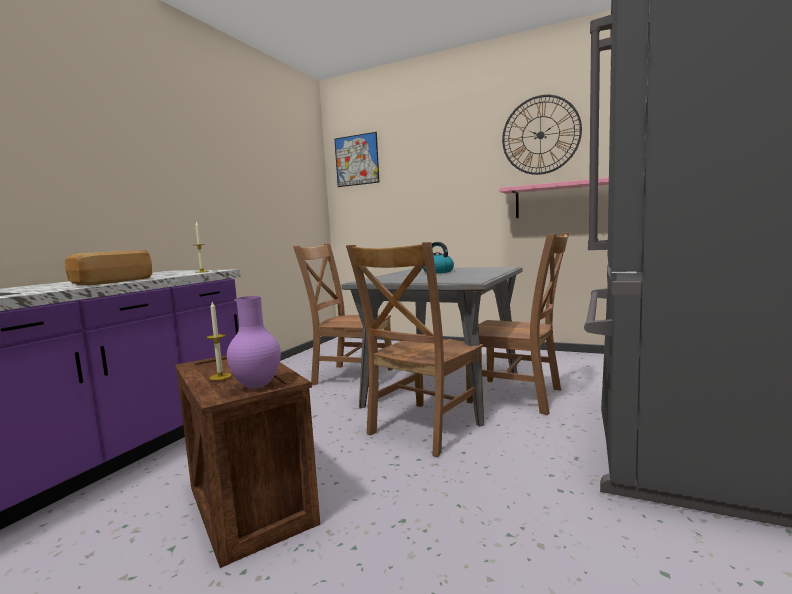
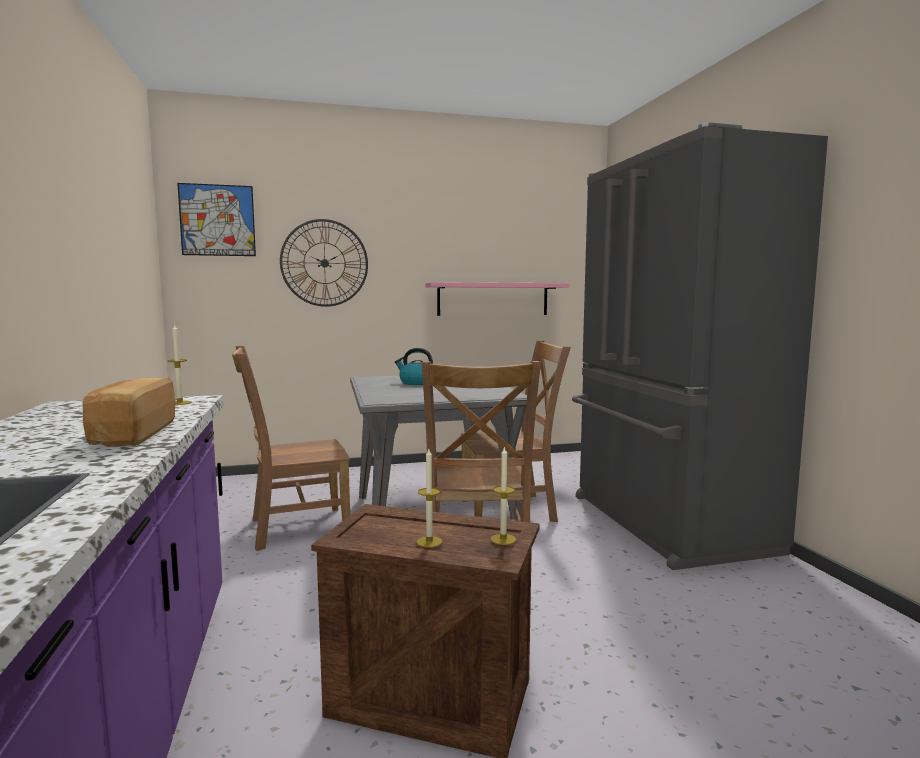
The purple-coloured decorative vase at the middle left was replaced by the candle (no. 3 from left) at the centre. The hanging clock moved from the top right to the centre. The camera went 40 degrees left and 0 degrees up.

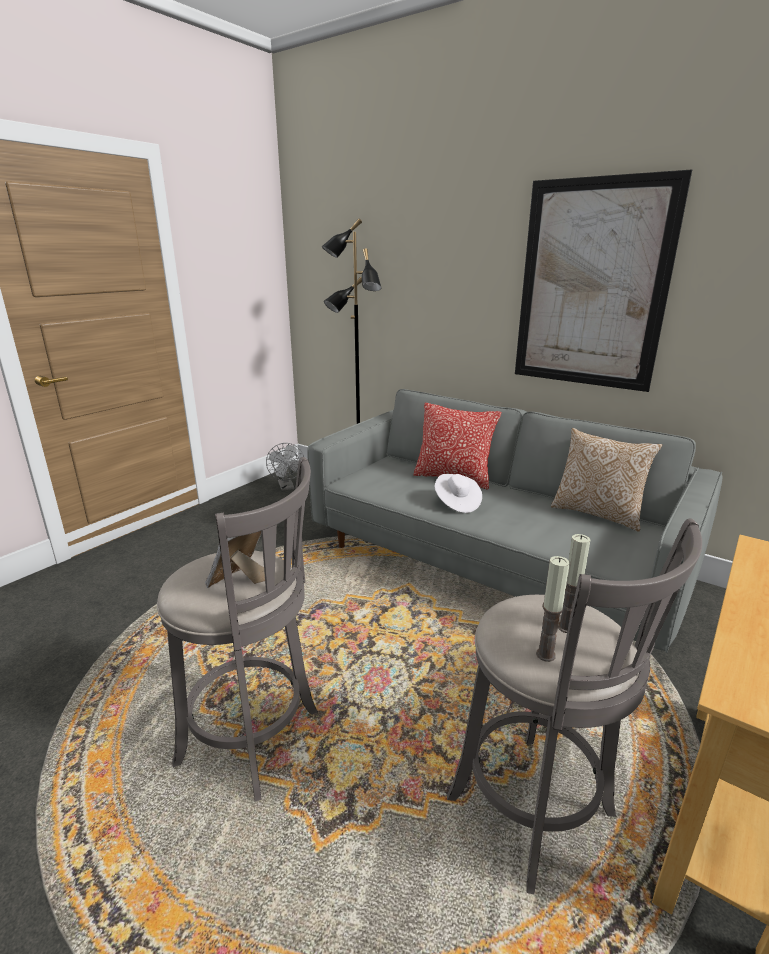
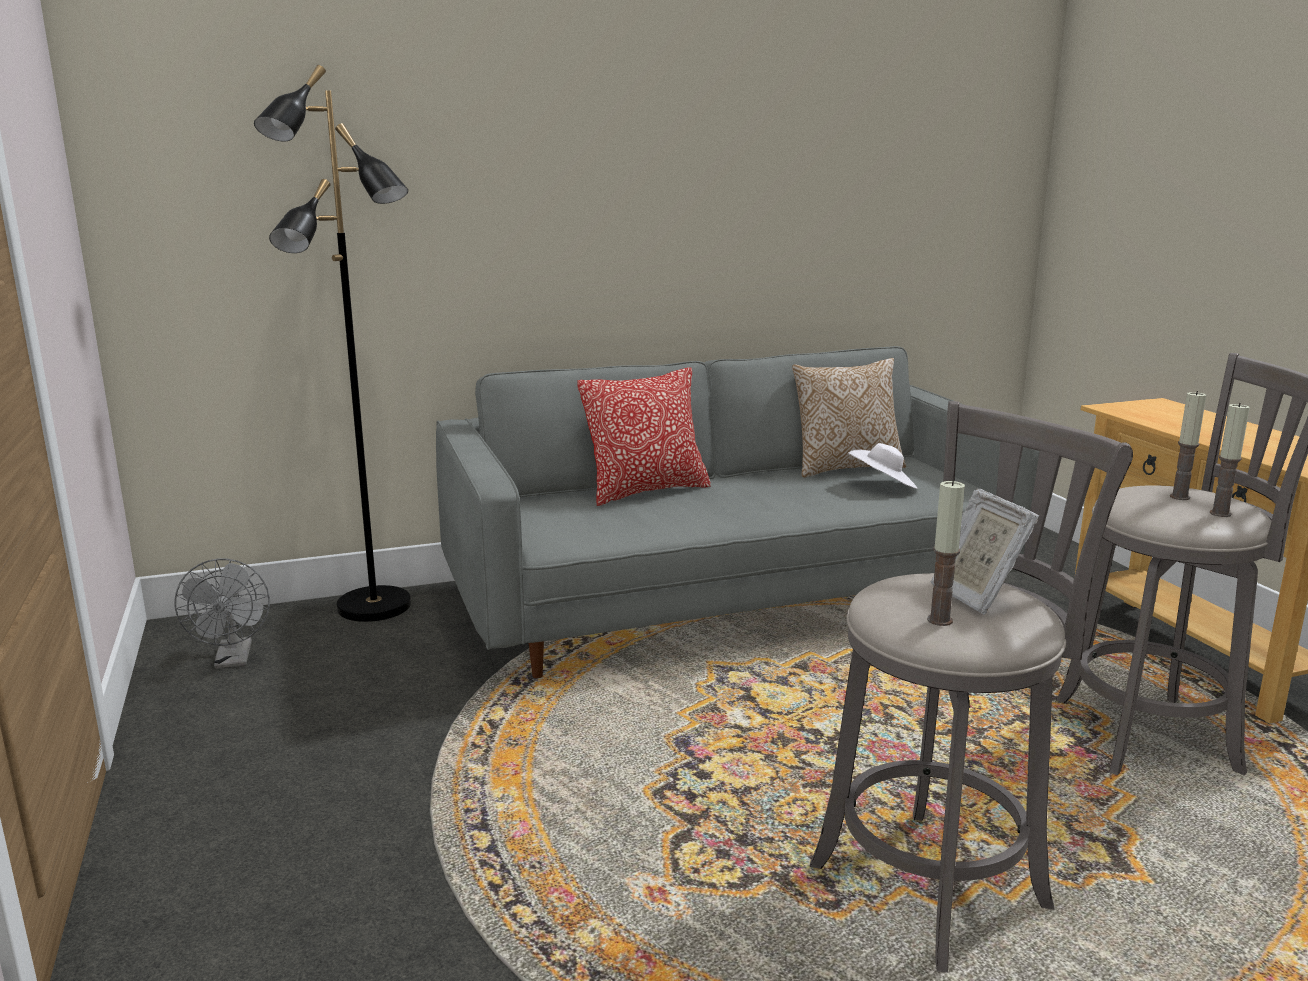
The gray fan at the centre turned 60 degrees clockwise. The white wearable hat moved from the centre to the middle right. The wall art at the top right disappeared. The candle (no. 1 from left) at the middle right appeared. The camera went 55 degrees left and 5 degrees down.

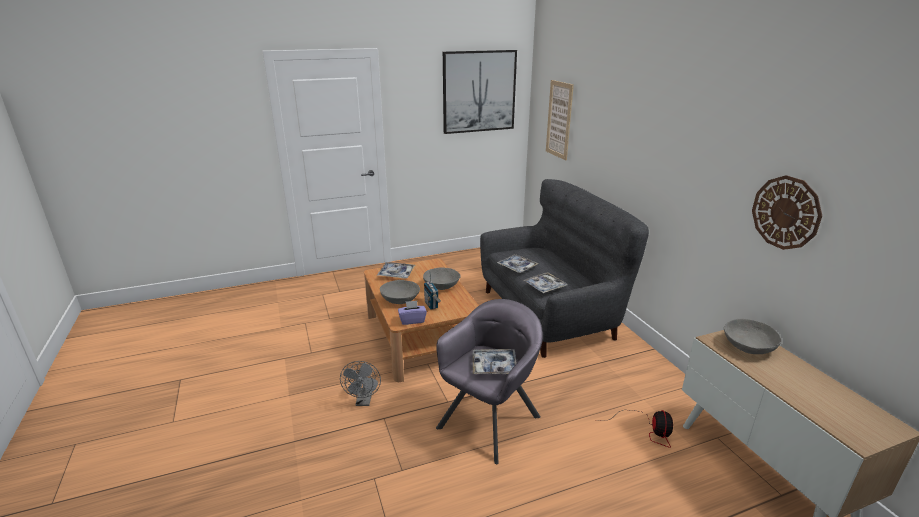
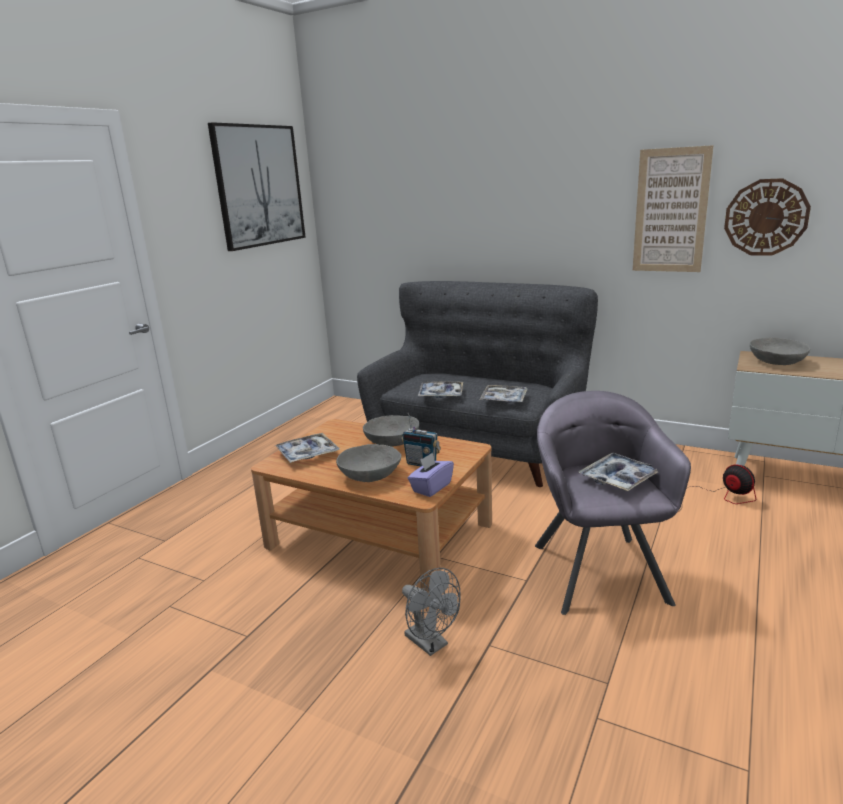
The wall art (no. 2 from left) moved from the top centre to the top right. The camera went 40 degrees left and 5 degrees down.

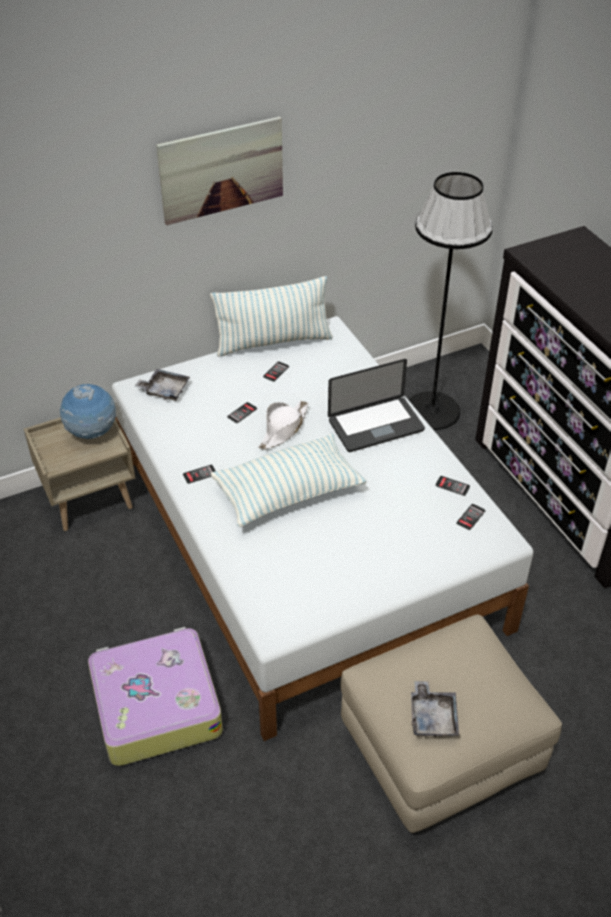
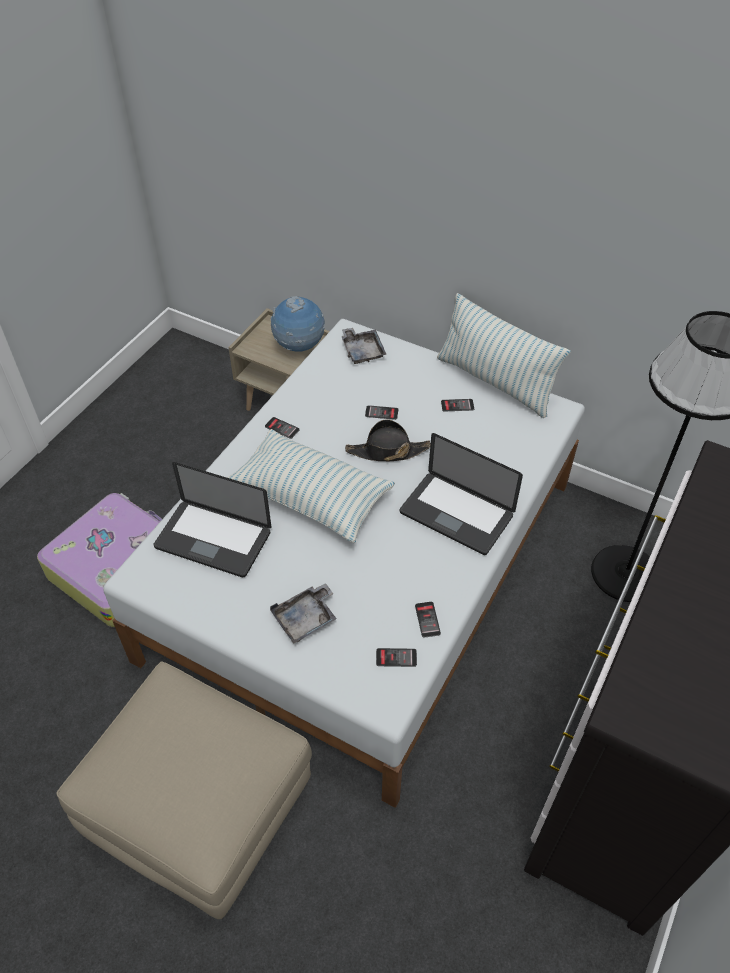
The wall art at the top centre disappeared. The white wearable hat at the centre became the black-coloured wearable hat at the centre. The gray serving tray (no. 2 from left in the first image) moved from the bottom right to the centre. The notebook computer (no. 1 from left) at the middle left appeared. The camera went 55 degrees right and 5 degrees up.

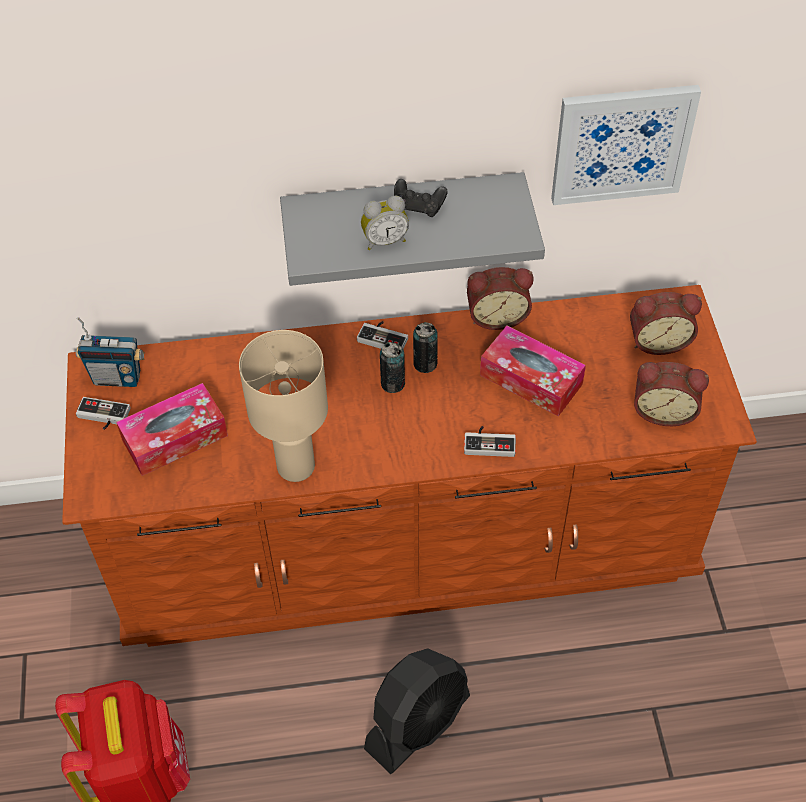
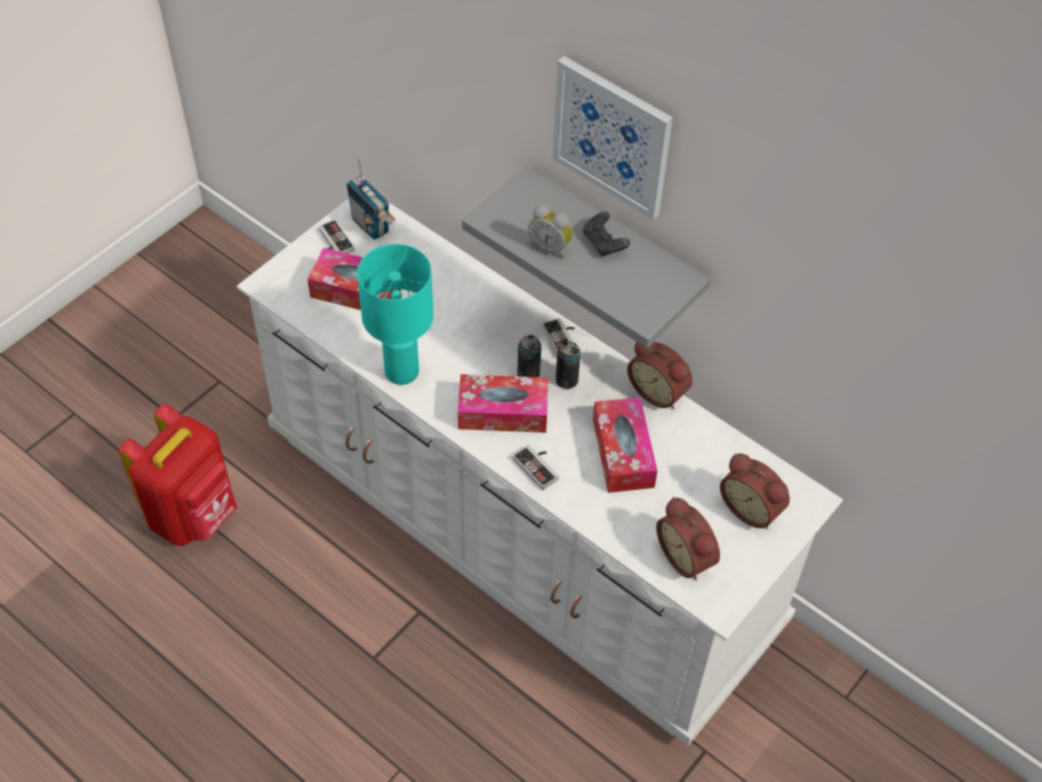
The brown-coloured drawer chest at the centre became the white drawer chest at the centre. The sand-coloured lamp for a table at the centre became the turquoise lamp for a table at the centre. The black-coloured fan at the bottom centre disappeared. The wall art moved from the top right to the top centre. The tissue holder (no. 2 from left) at the centre appeared. The camera went 45 degrees right and 0 degrees up.

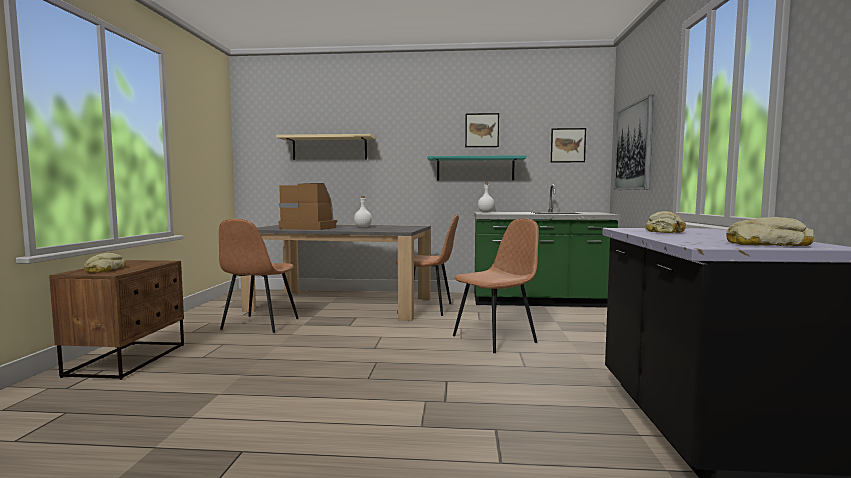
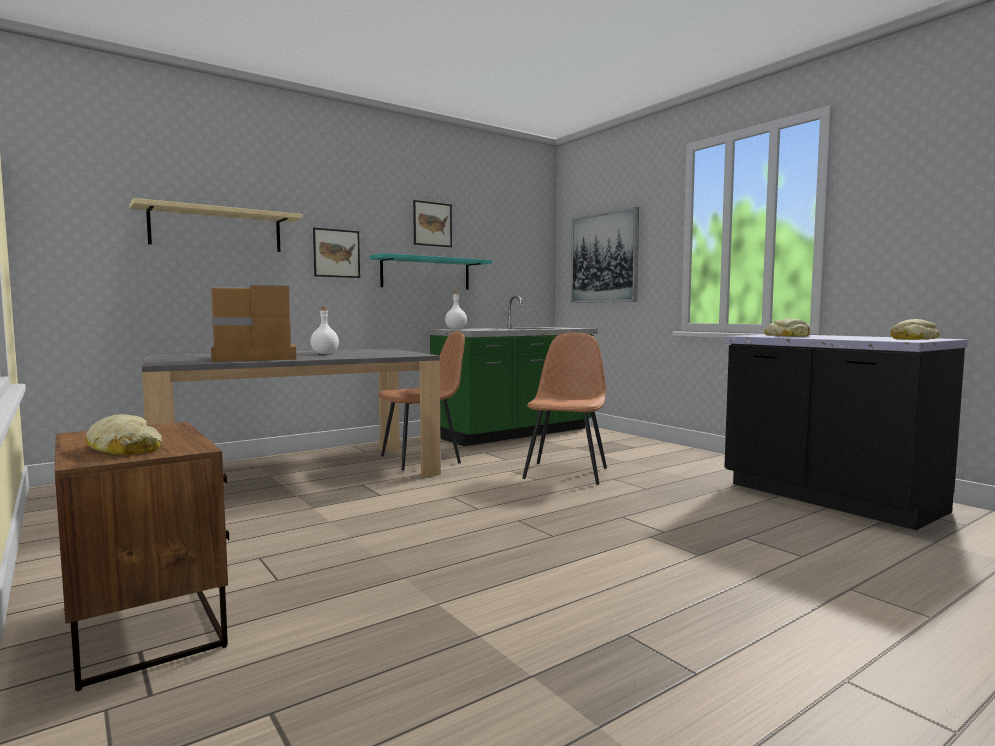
The brown-coloured chair (no. 1 from left) at the middle left disappeared. The wall art (no. 2 from left in the first image) moved from the top right to the centre. The camera went 40 degrees left and 0 degrees up.

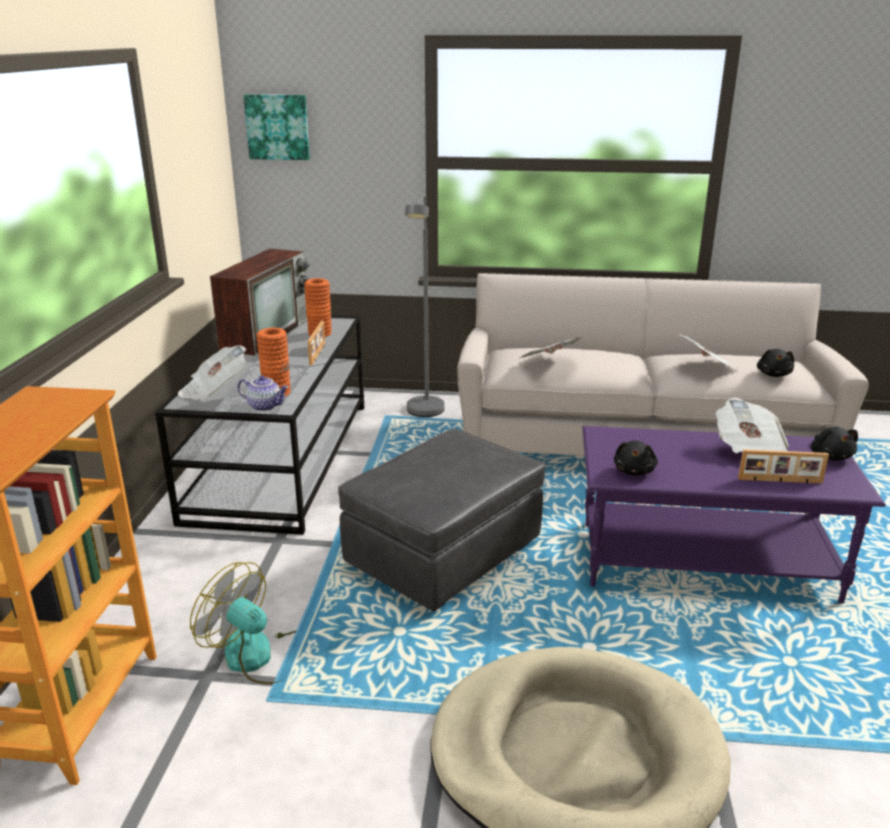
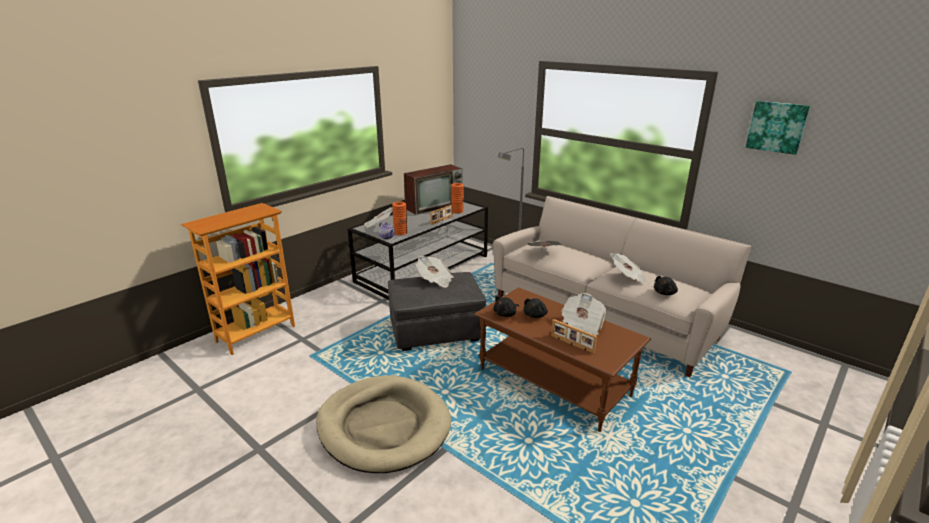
The fan at the bottom left disappeared. The wall art moved from the top left to the top right. The purple-coloured low table at the middle right became the brown-coloured low table at the bottom centre. The black-coloured plush toy (no. 3 from left in the first image) moved from the middle right to the centre. The daily paper (no. 2 from left) at the centre appeared. The camera went 35 degrees right and 0 degrees up.

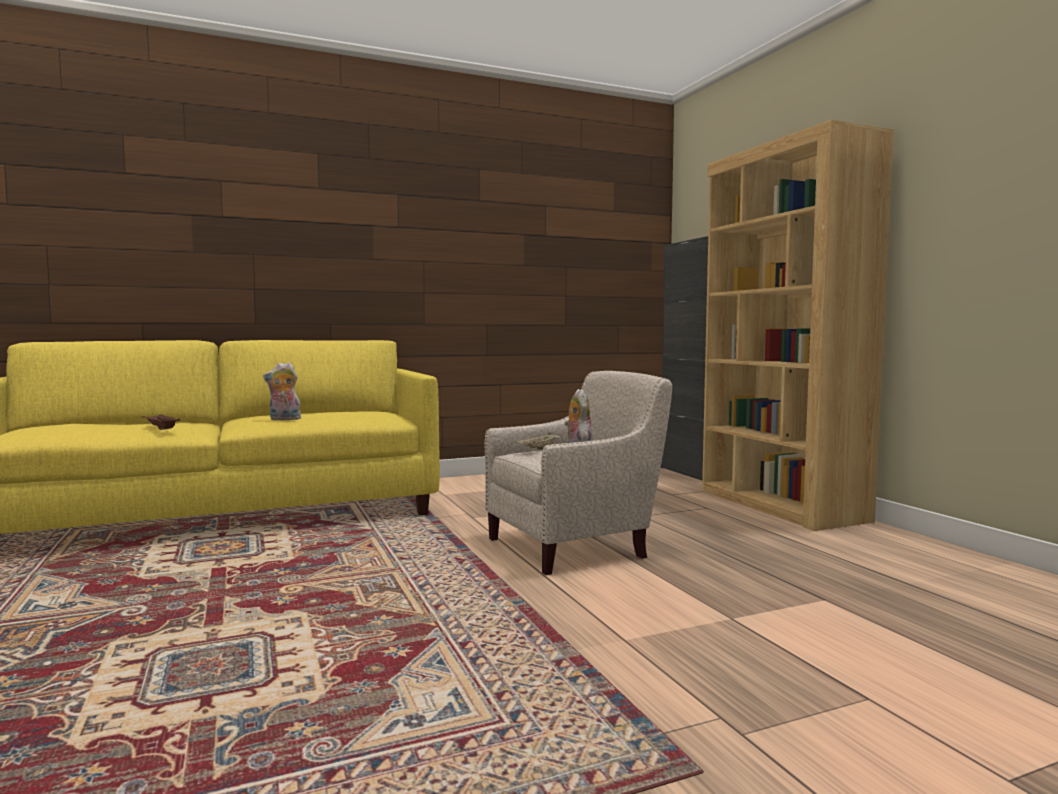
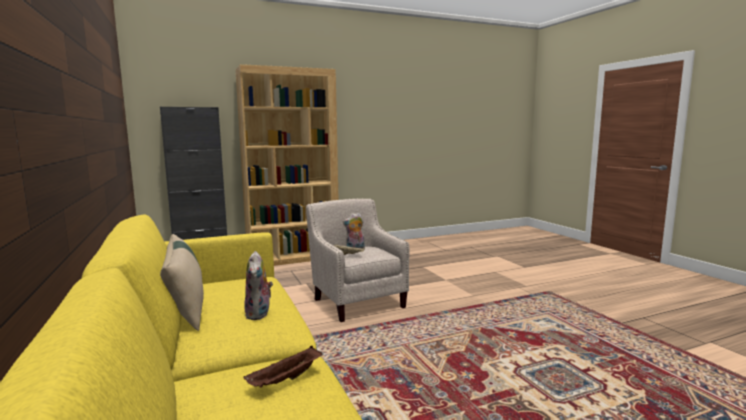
The sand-coloured throw pillow at the bottom left appeared. The camera went 90 degrees left and 5 degrees up.

